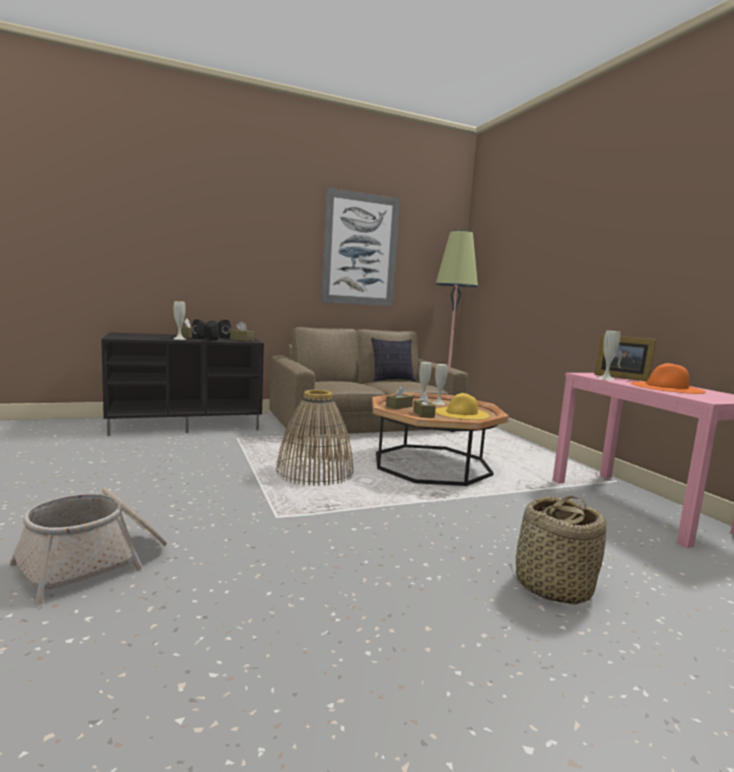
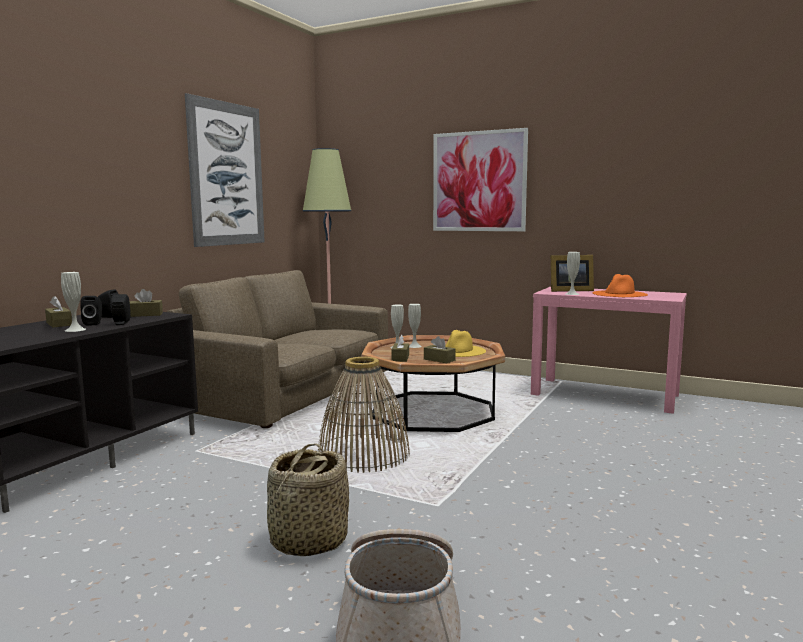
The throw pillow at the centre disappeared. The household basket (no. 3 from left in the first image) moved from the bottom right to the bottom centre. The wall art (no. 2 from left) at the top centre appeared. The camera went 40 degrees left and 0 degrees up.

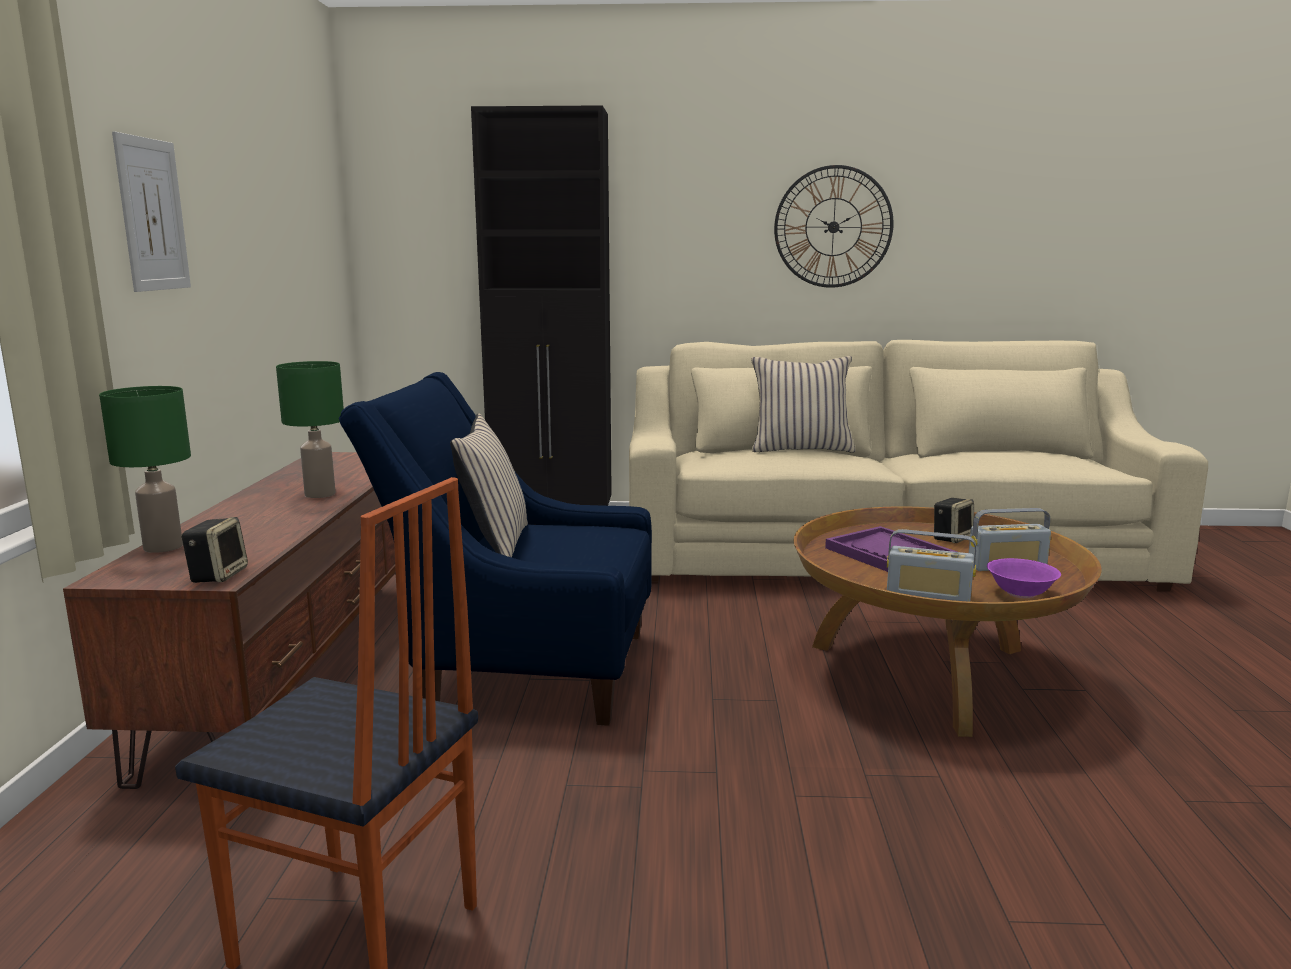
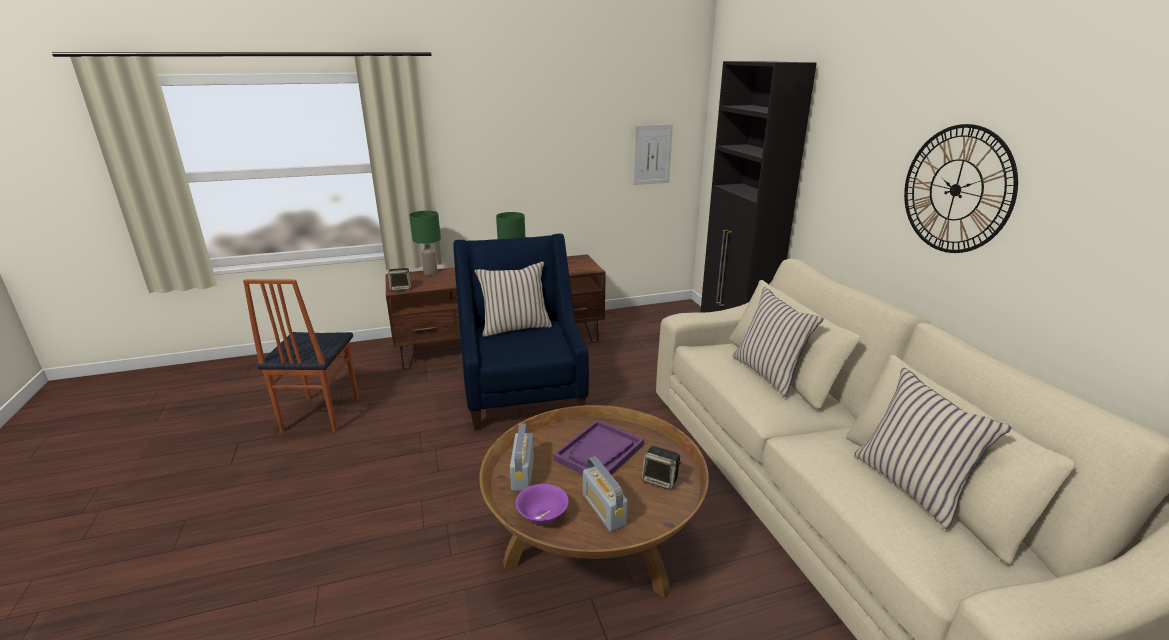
The wall art moved from the top left to the top centre. The sand-coloured throw pillow (no. 3 from left) at the bottom right appeared. The camera went 70 degrees right and 10 degrees up.

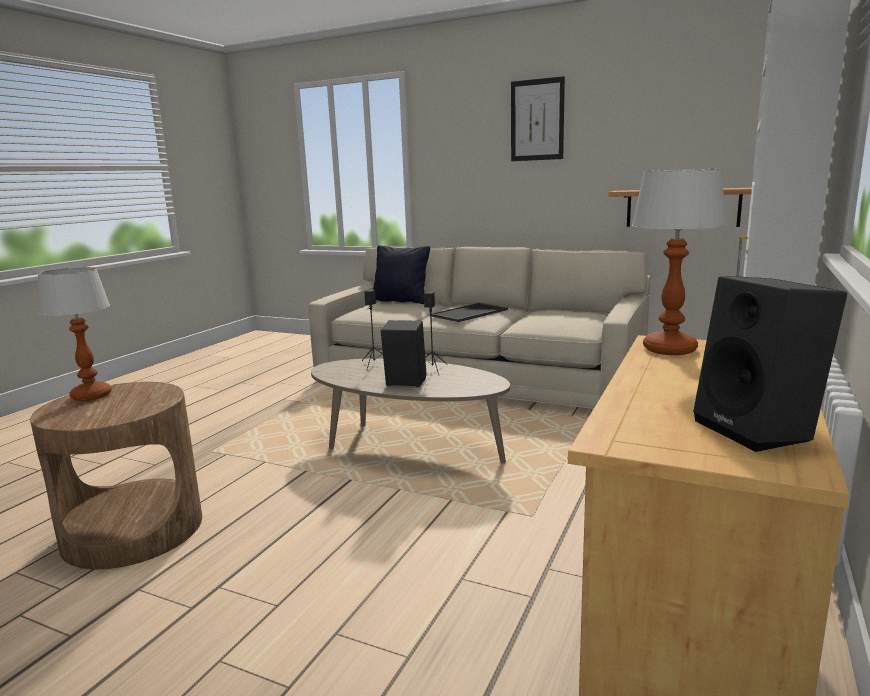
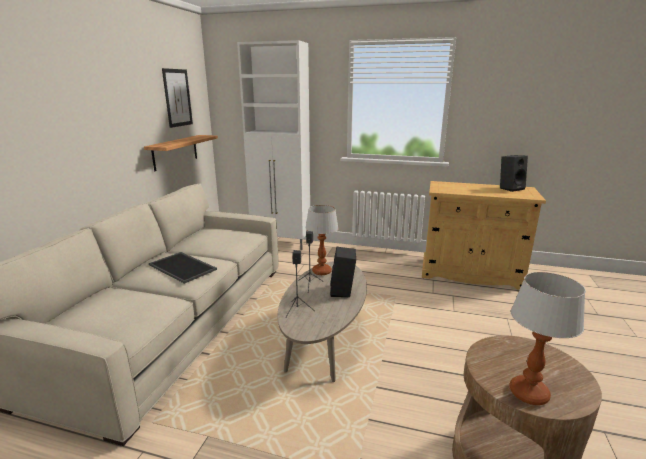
The black-coloured throw pillow at the centre disappeared. The wall art moved from the top centre to the top left. The lamp for a table (no. 2 from left in the first image) moved from the middle right to the centre. The camera went 100 degrees left and 5 degrees up.

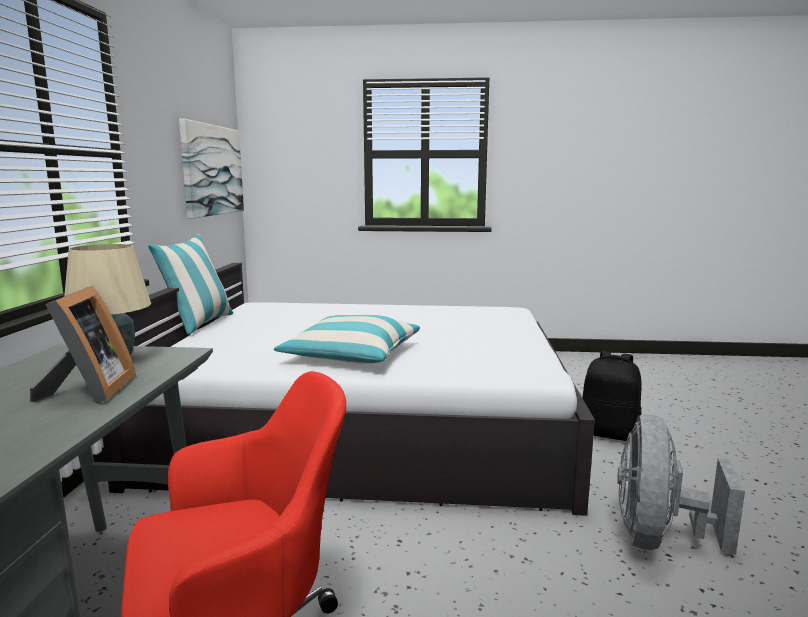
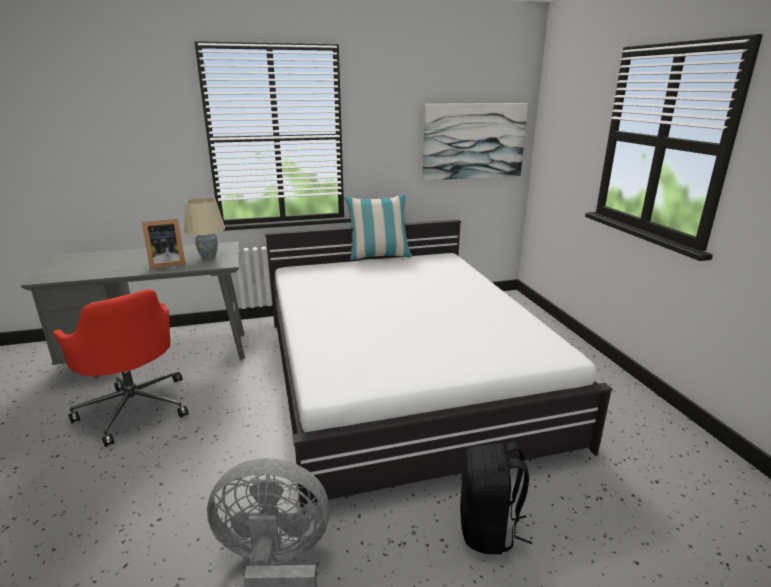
The throw pillow (no. 2 from left) at the centre disappeared. The camera went 70 degrees right and 10 degrees up.

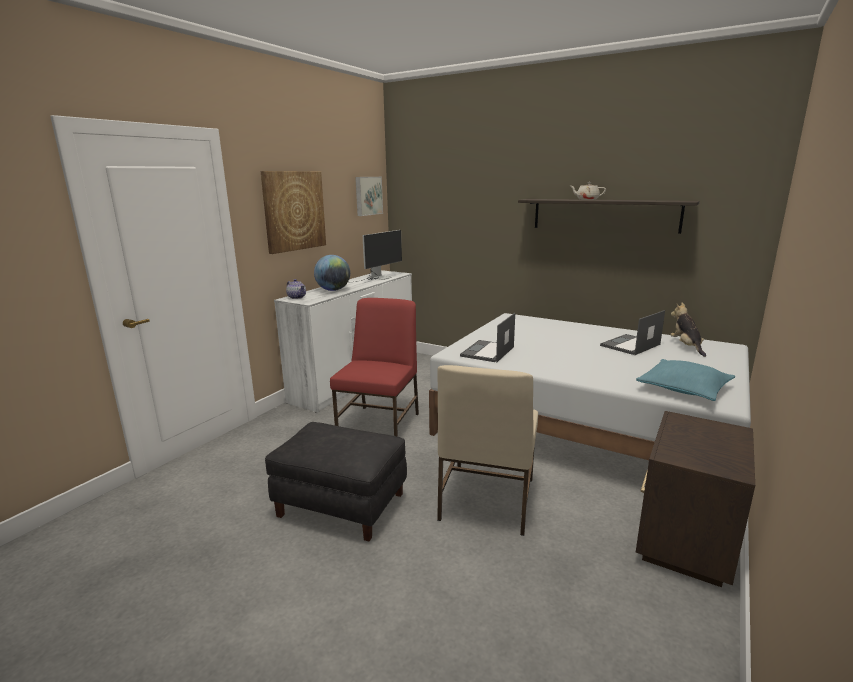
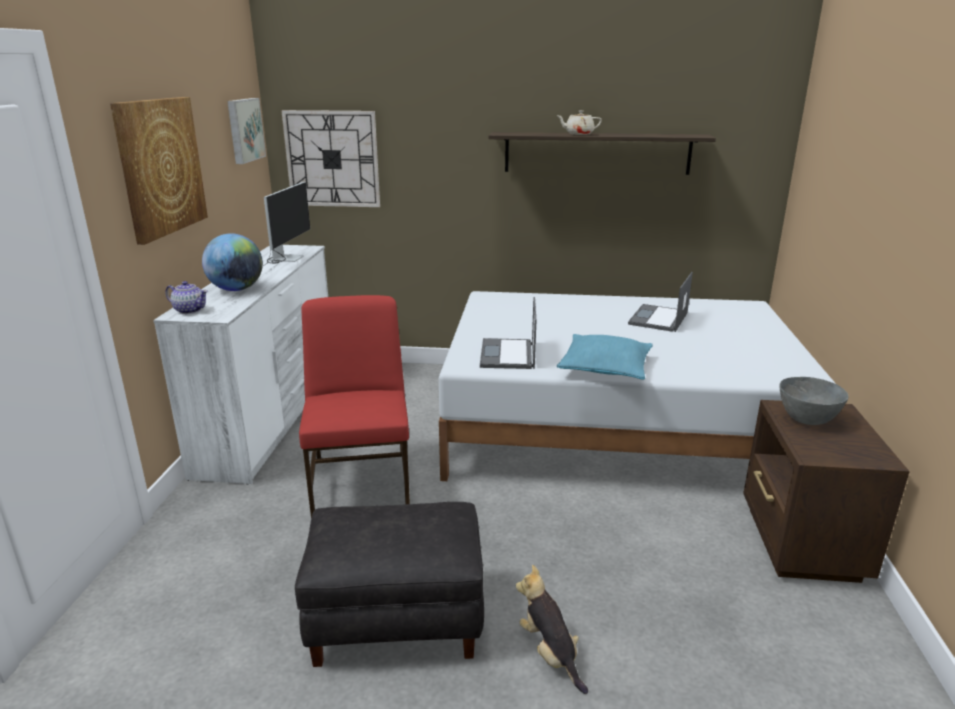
The sand-coloured chair at the centre disappeared. The turquoise throw pillow moved from the middle right to the centre. The plush toy moved from the middle right to the bottom centre. The hanging clock at the top centre appeared. The gray deep dish at the middle right appeared. The camera went 25 degrees left and 5 degrees up.

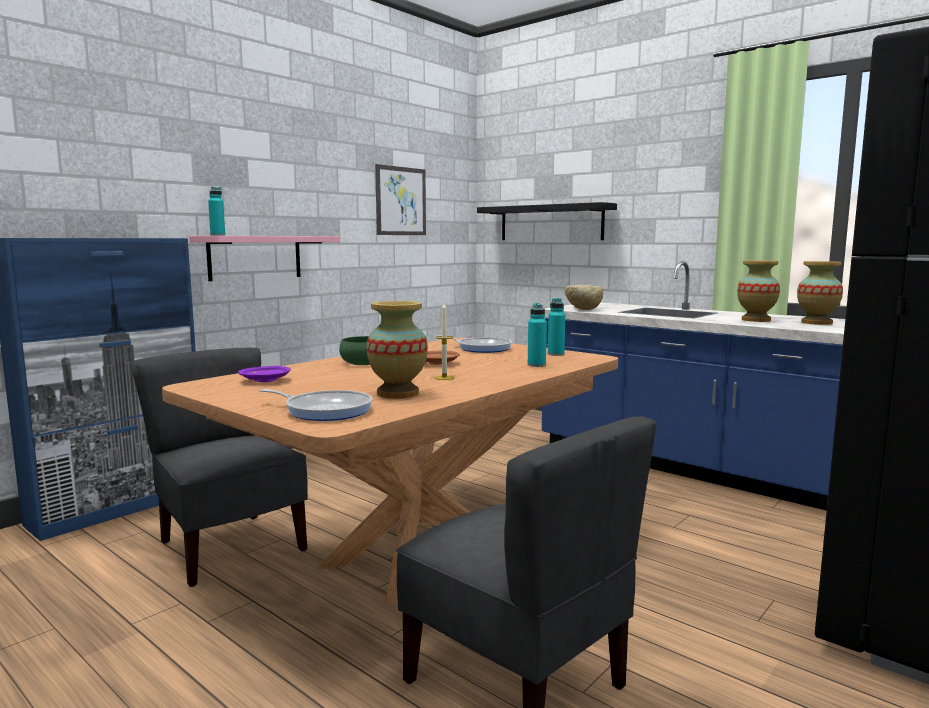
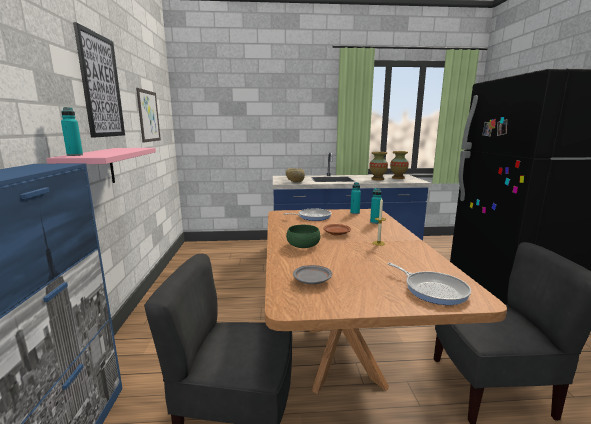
The purple-coloured flat dish at the middle left became the gray flat dish at the centre. The frying pan (no. 1 from left in the first image) at the centre turned 75 degrees clockwise. The decorative vase (no. 1 from left) at the centre disappeared. The black-coloured bracket shelf at the top centre disappeared. The wall art (no. 1 from left) at the top left appeared. The camera went 45 degrees left and 5 degrees up.

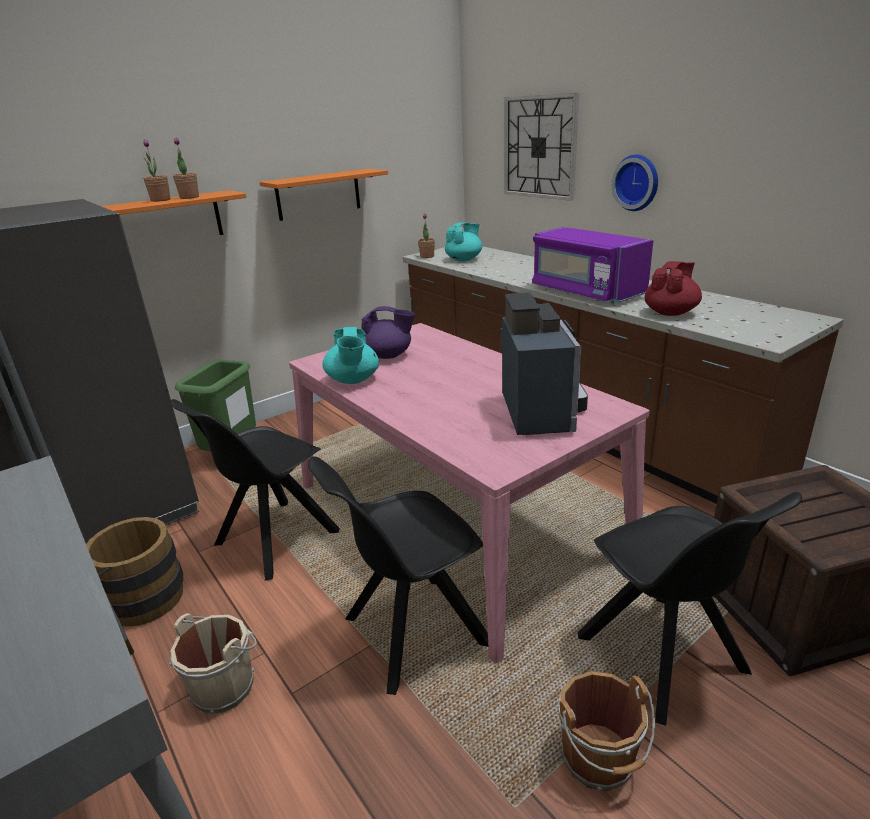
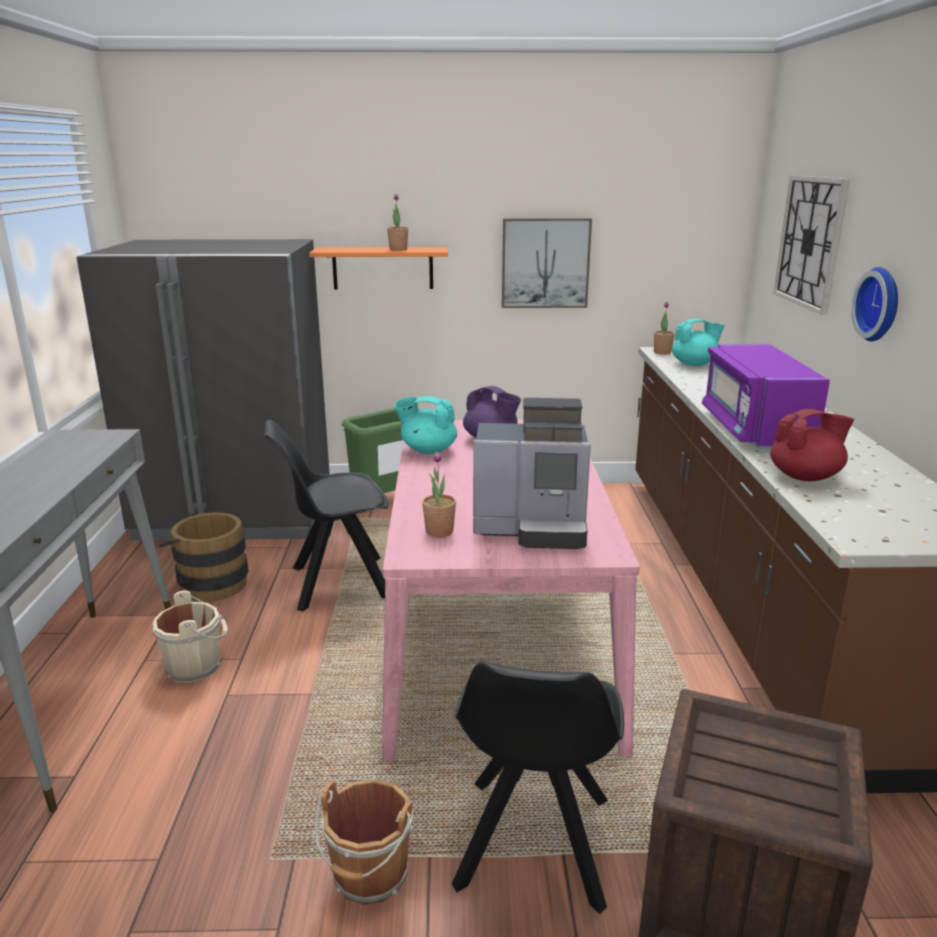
The plant in a pot (no. 1 from left in the first image) moved from the top left to the centre. The orange bracket shelf (no. 2 from left) at the top centre was replaced by the wall art at the top centre. The black-coloured chair (no. 2 from left) at the bottom centre disappeared. The turquoise pot for tea (no. 1 from left) at the centre turned 75 degrees clockwise. The coffee maker at the centre turned 60 degrees clockwise. The camera went 35 degrees right and 5 degrees down.

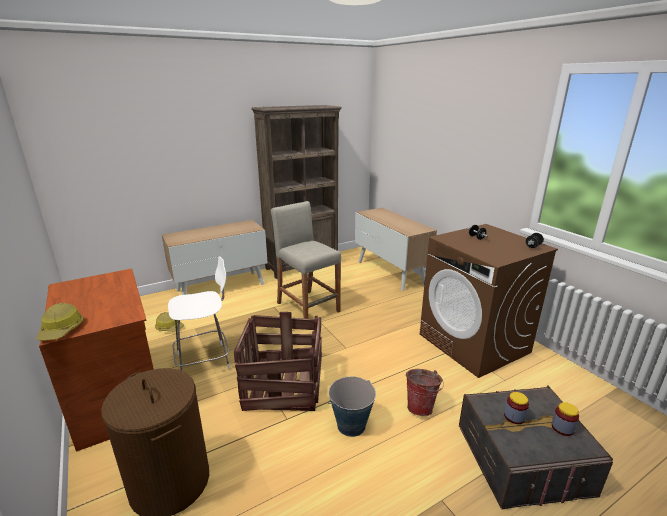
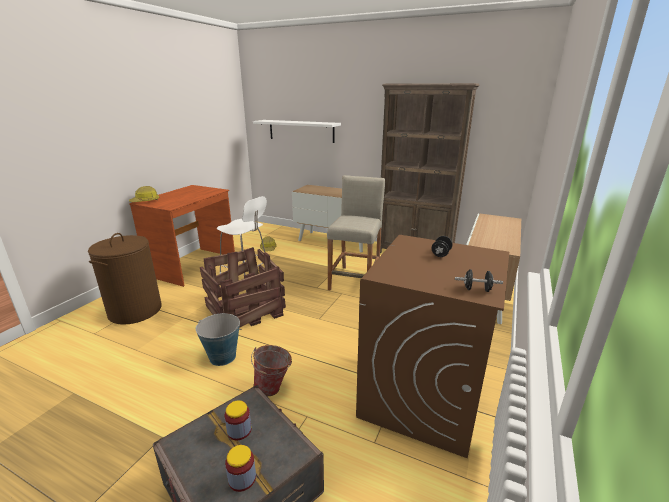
The white bracket shelf at the top centre appeared. The camera went 55 degrees right and 0 degrees up.

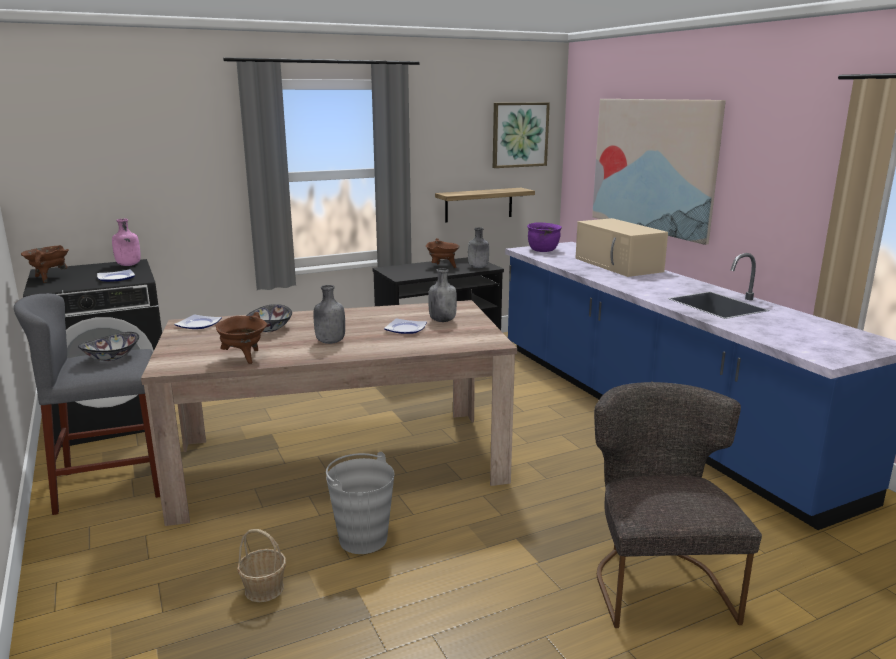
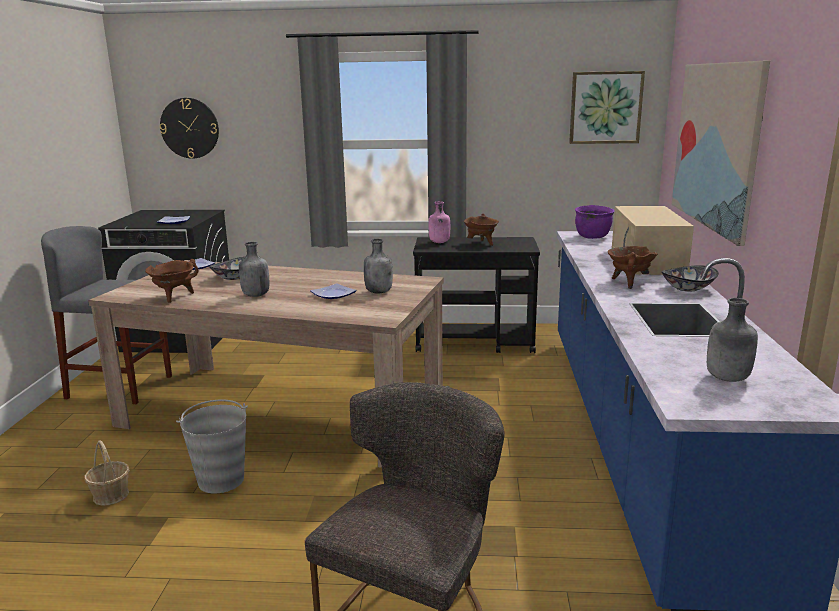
The brown-coloured saucepot (no. 1 from left in the first image) moved from the middle left to the middle right. The deep dish (no. 1 from left in the first image) moved from the middle left to the middle right. The pink beverage bottle moved from the middle left to the centre. The bracket shelf at the top centre disappeared. The gray beverage bottle (no. 3 from left) moved from the centre to the middle right. The hanging clock at the top left appeared. The camera went 30 degrees right and 0 degrees up.

